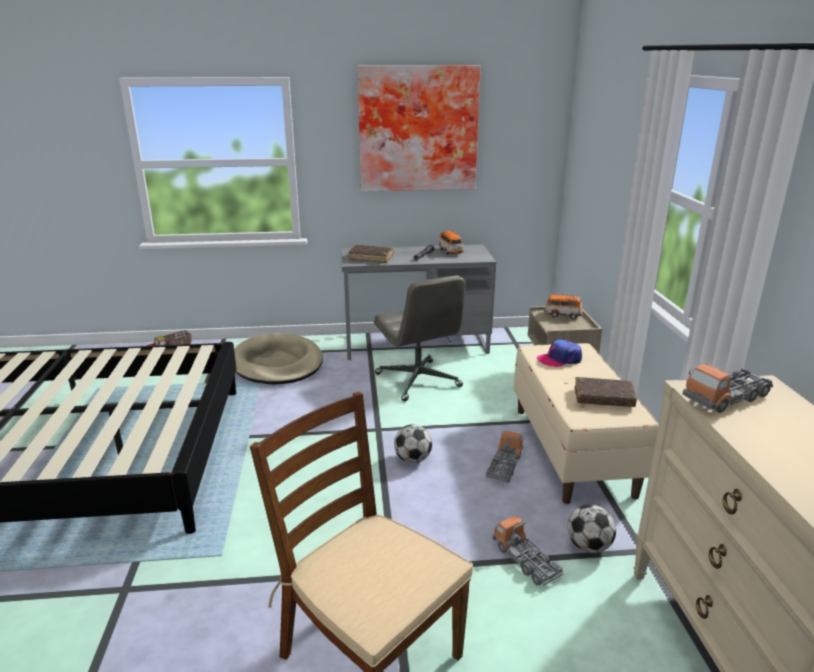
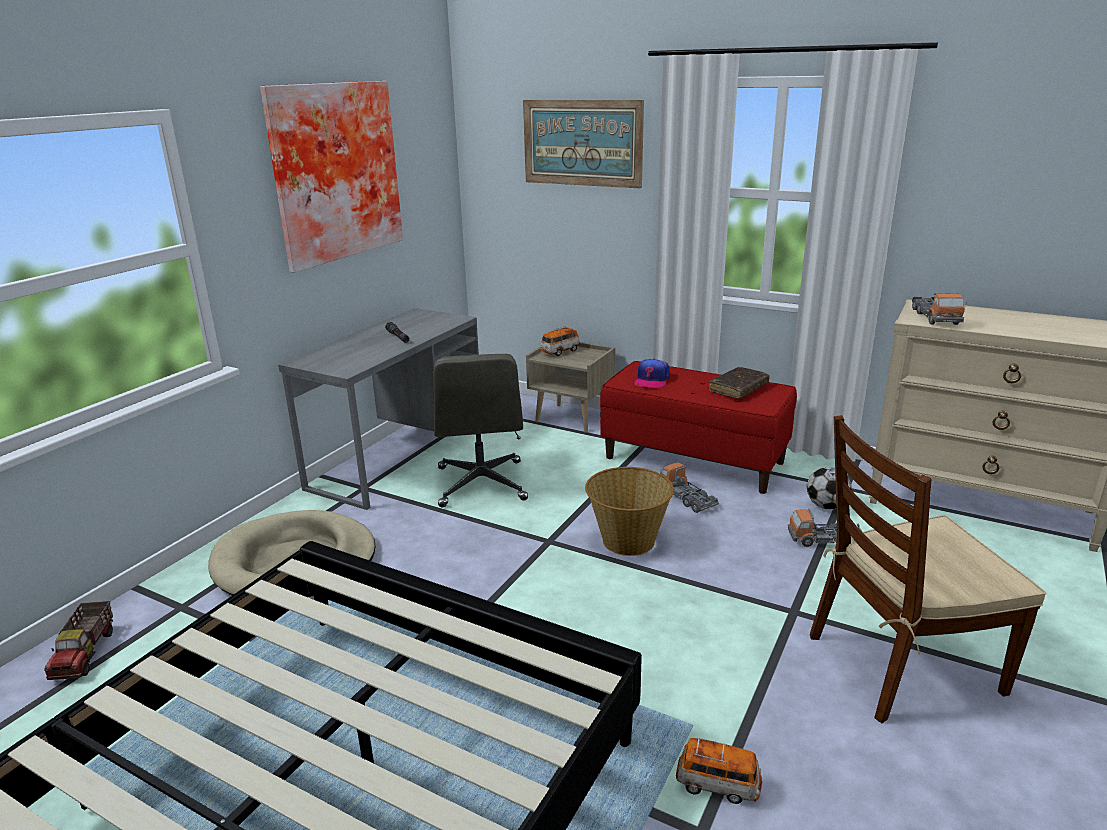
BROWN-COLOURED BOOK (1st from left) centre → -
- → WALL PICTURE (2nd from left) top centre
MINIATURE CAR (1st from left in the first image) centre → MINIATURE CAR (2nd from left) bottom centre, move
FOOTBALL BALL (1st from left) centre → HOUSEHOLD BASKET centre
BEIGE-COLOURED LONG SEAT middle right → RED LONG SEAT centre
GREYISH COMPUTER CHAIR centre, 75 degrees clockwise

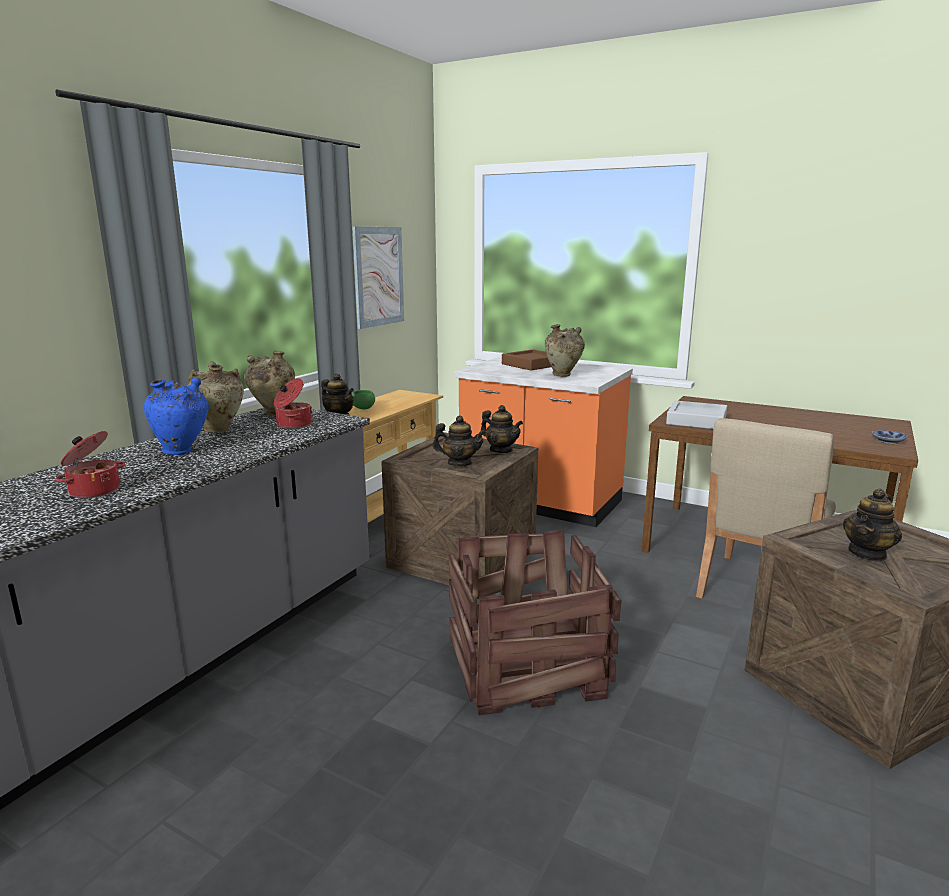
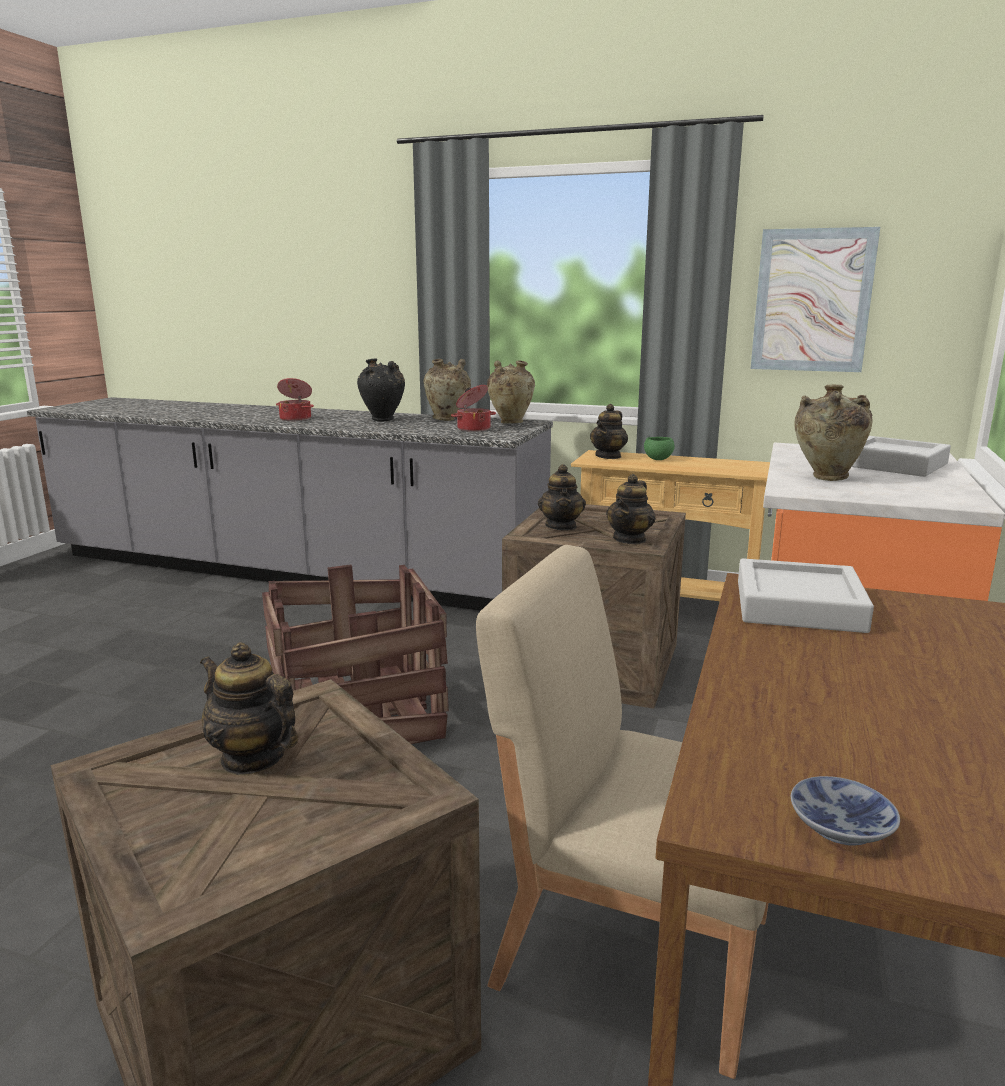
BLUE-COLOURED DECORATIVE VASE middle left → BLACKISH DECORATIVE VASE centre
BROWN-COLOURED SERVING TRAY centre → GREYISH SERVING TRAY (2nd from left) middle right

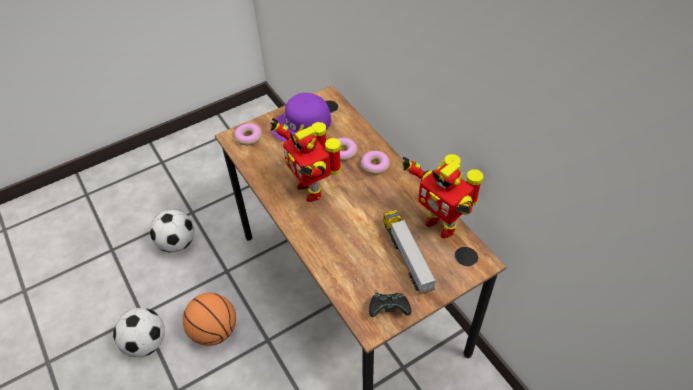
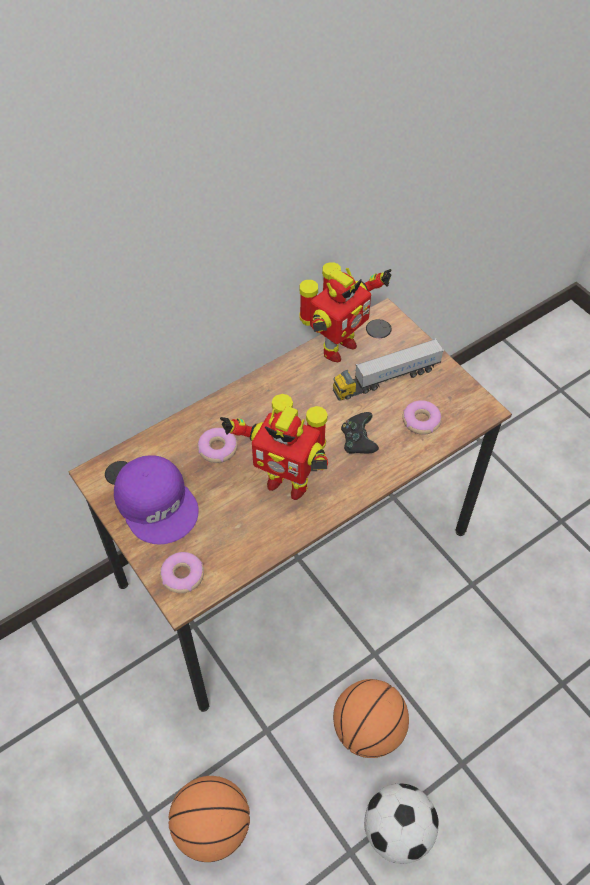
RING DOUGHNUT (3rd from left) centre → RING DOUGHNUT (3rd from left) middle right, move
BLACKISH GAMEPAD bottom centre → BLACKISH GAMEPAD centre, move
FOOTBALL BALL (2nd from left) middle left → BALL FOR BASKETBALL (1st from left) bottom centre
TOY ROBOT (1st from left) centre, 60 degrees clockwise

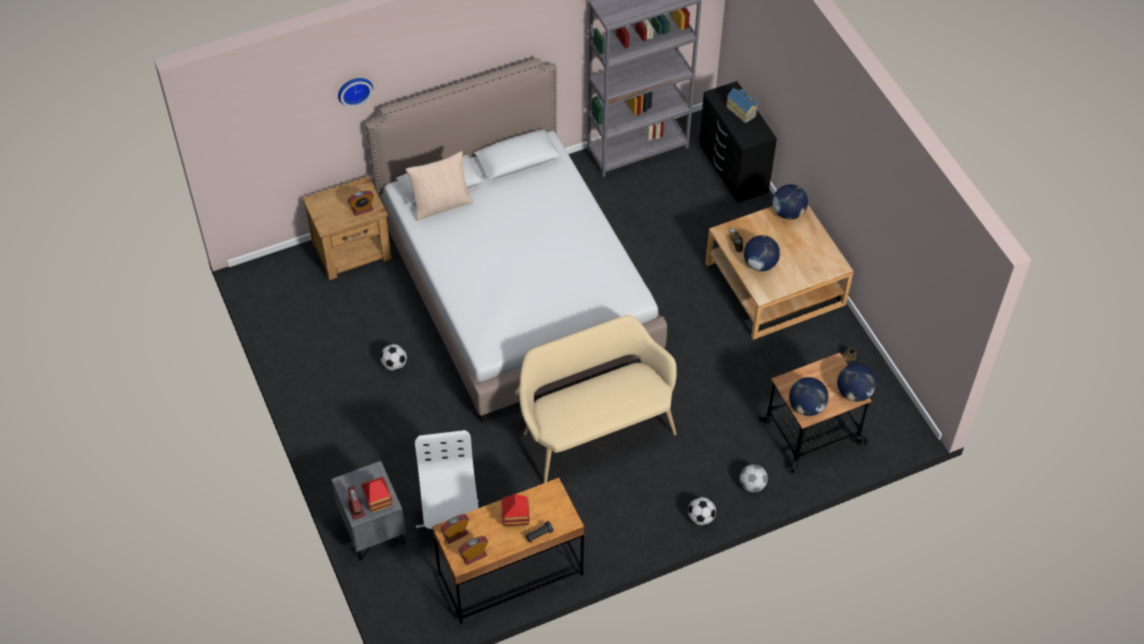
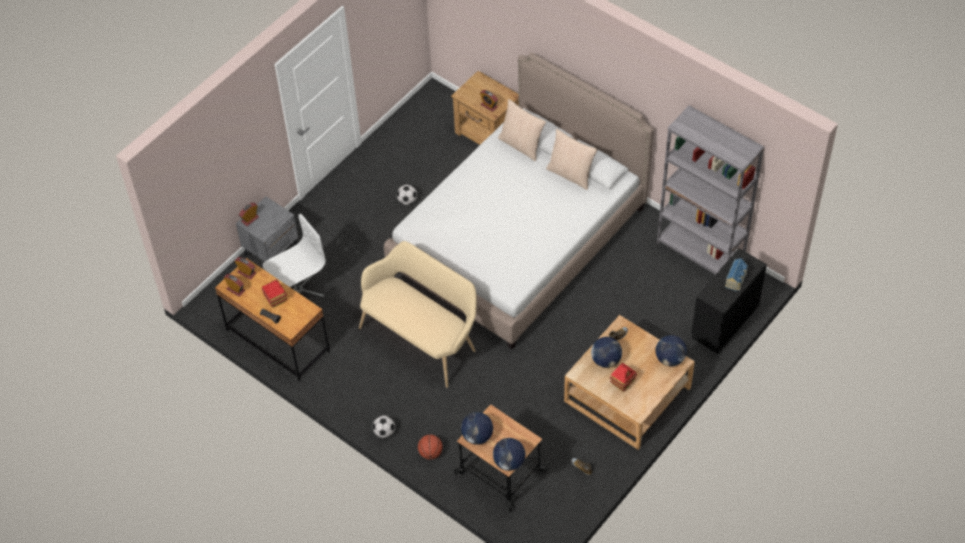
WALL CLOCK top left → -
- → BEIGE-COLOURED THROW PILLOW (2nd from left) top centre
MINIATURE HOUSE (1st from left in the first image) bottom left → MINIATURE HOUSE (2nd from left) bottom centre, move
FOOTBALL BALL (3rd from left) bottom centre → BALL FOR BASKETBALL bottom centre

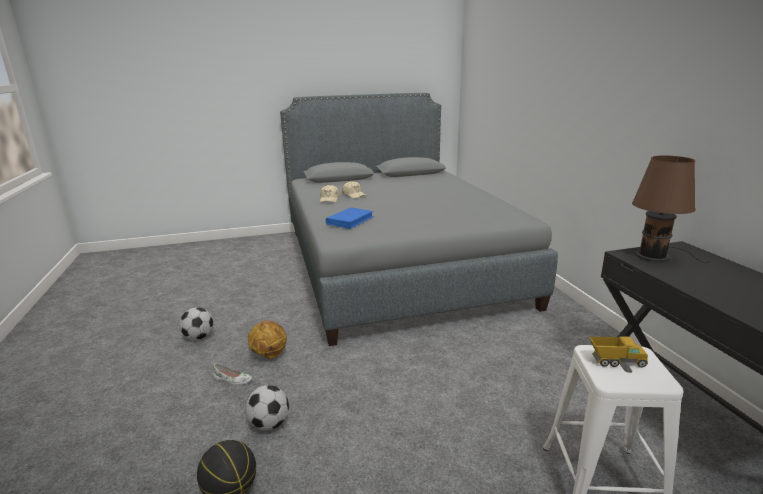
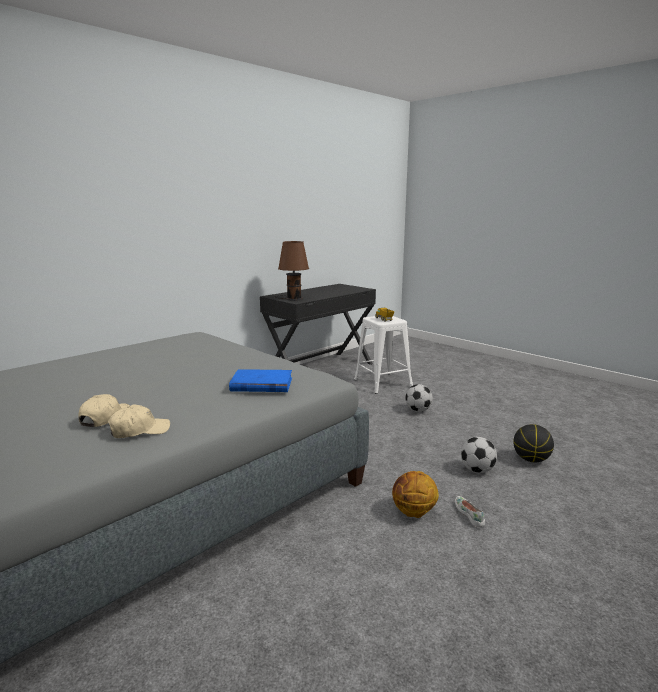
FOOTBALL BALL (1st from left) middle left → FOOTBALL BALL (1st from left) centre, move

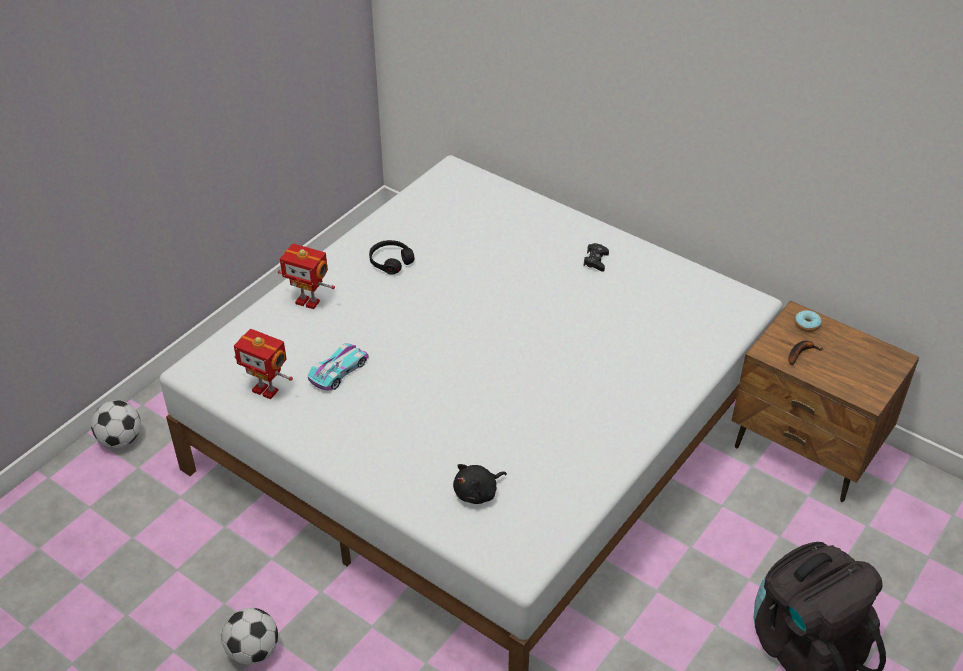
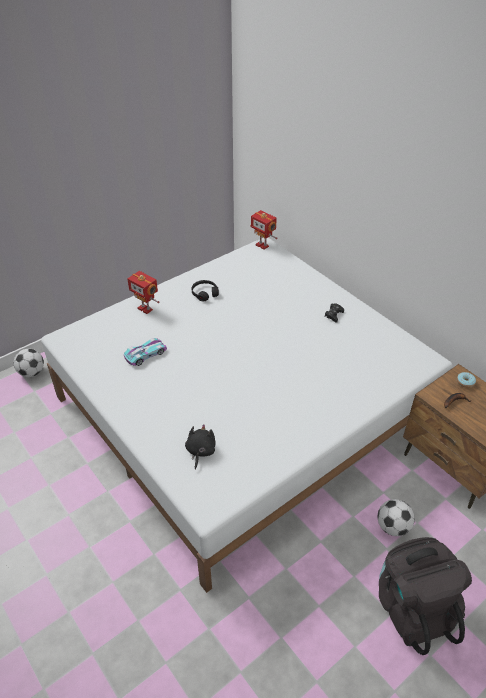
FOOTBALL BALL (2nd from left) bottom left → FOOTBALL BALL (2nd from left) bottom right, move
TOY ROBOT (1st from left in the first image) middle left → TOY ROBOT (2nd from left) top centre, move
BLACKISH CUDDLY TOY bottom centre → BLACKISH CUDDLY TOY centre, 120 degrees clockwise

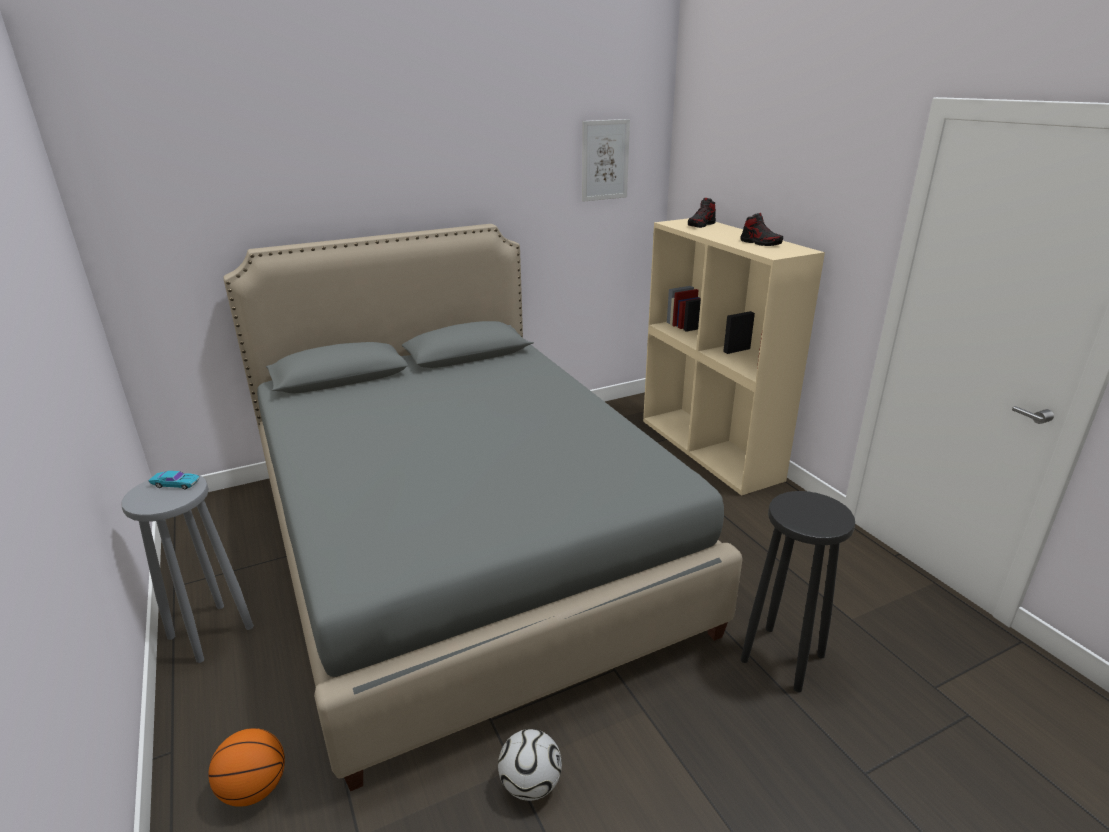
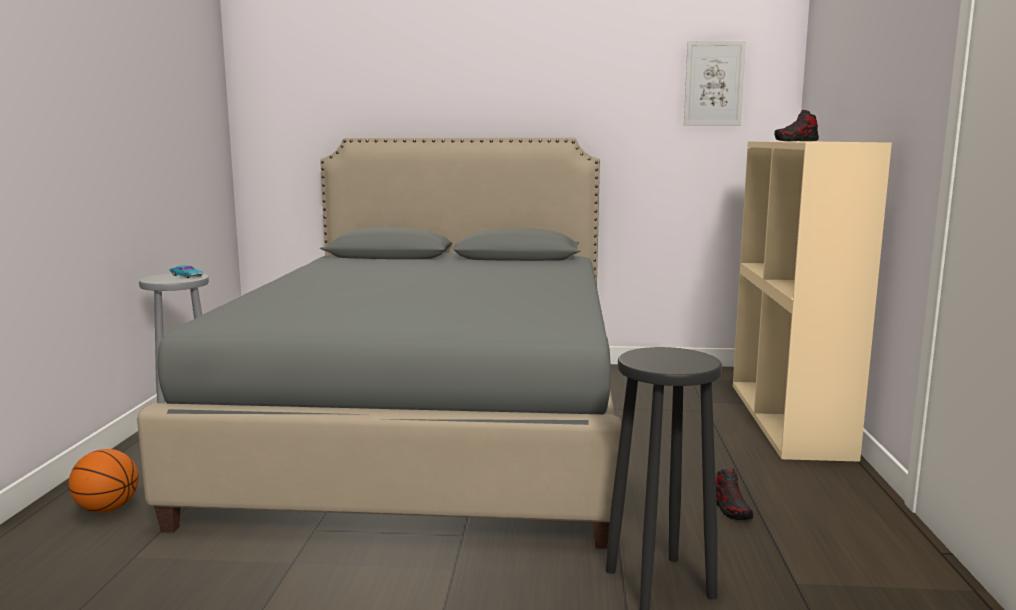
FOOTBALL BALL bottom centre → -
ITEM OF FOOTWEAR (2nd from left in the first image) top right → ITEM OF FOOTWEAR (1st from left) bottom right, move

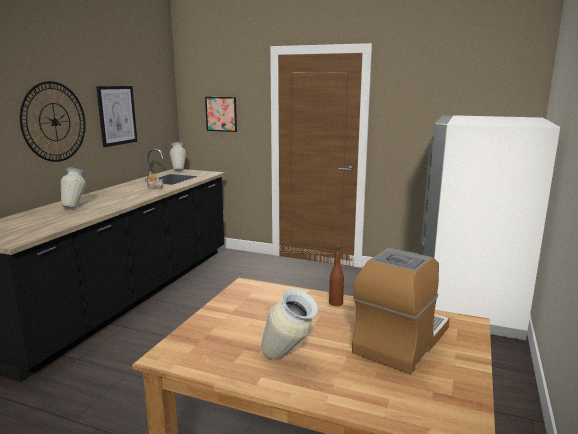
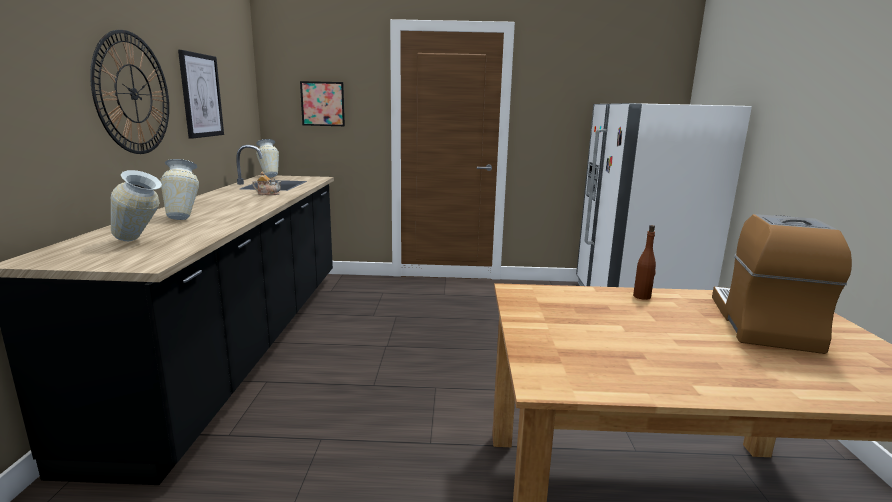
DECORATIVE VASE (3rd from left in the first image) bottom centre → DECORATIVE VASE (1st from left) middle left, move

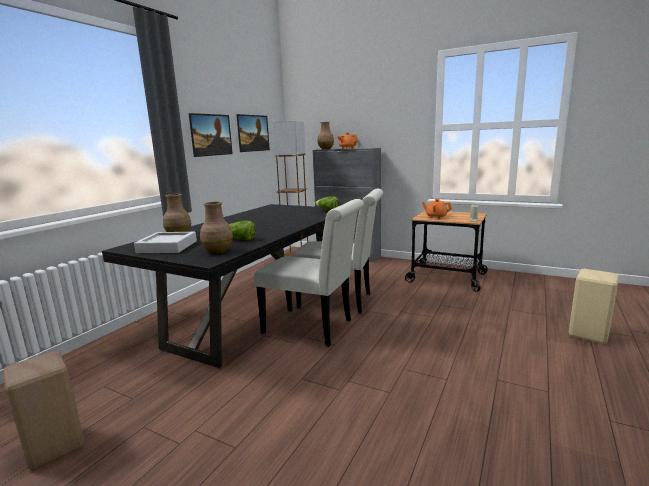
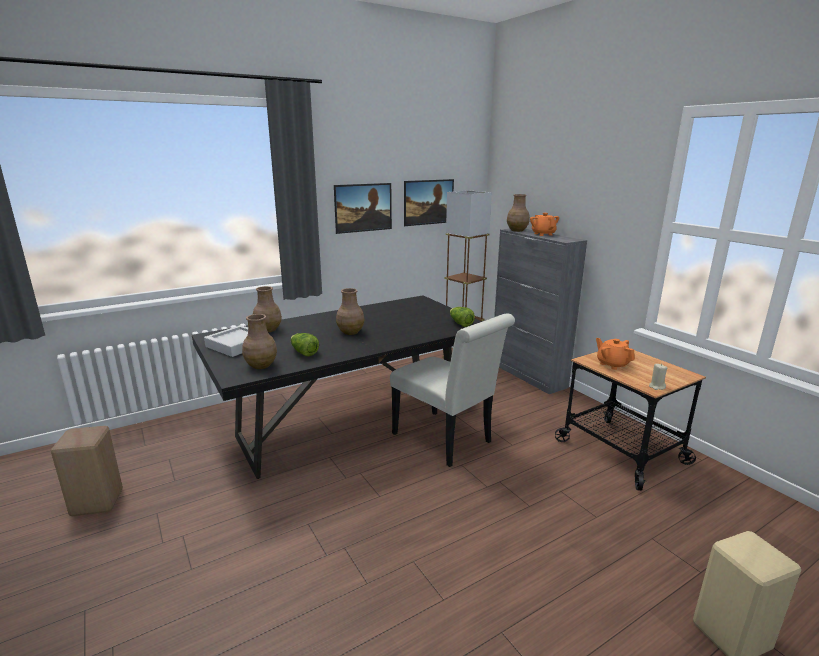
WHITE CHAIR (1st from left) centre → -
- → BROWN-COLOURED DECORATIVE VASE (3rd from left) centre

